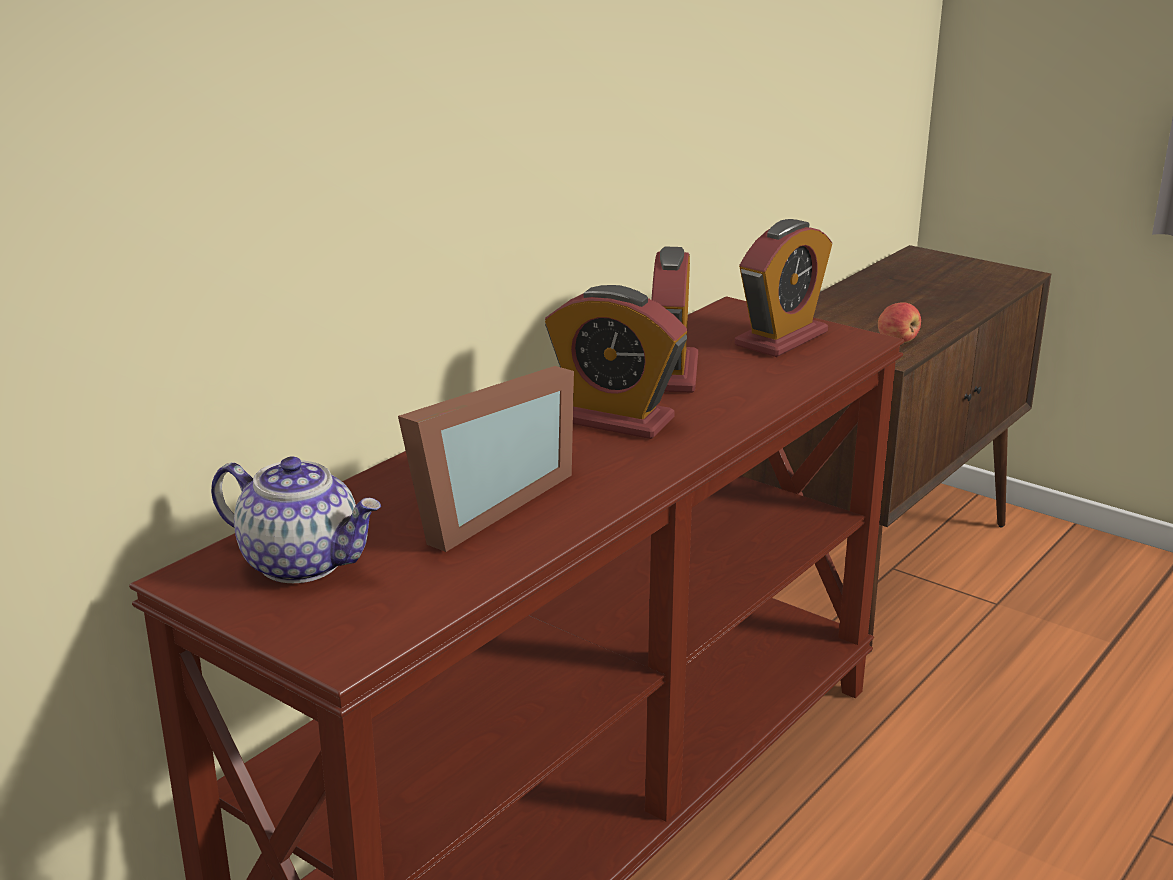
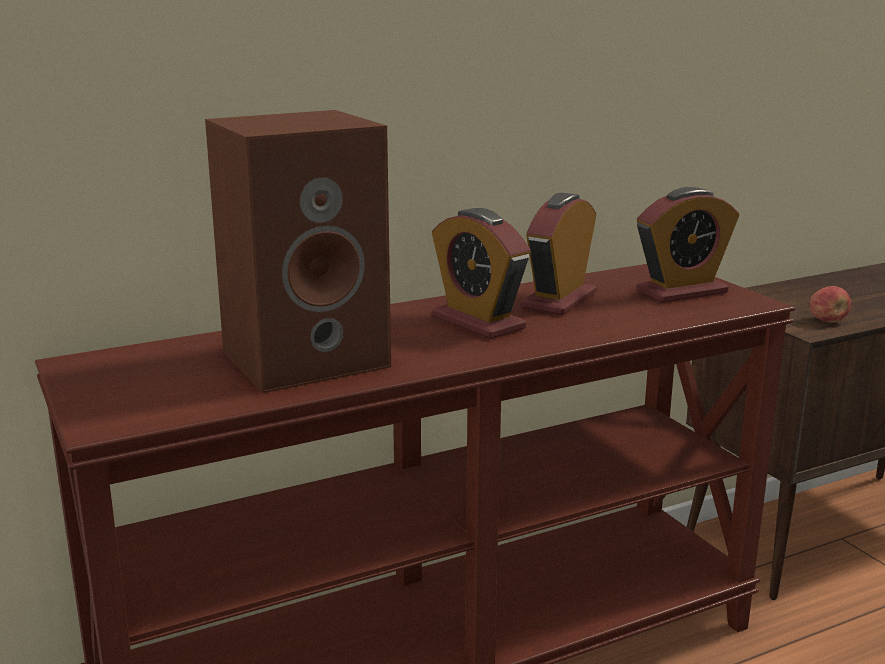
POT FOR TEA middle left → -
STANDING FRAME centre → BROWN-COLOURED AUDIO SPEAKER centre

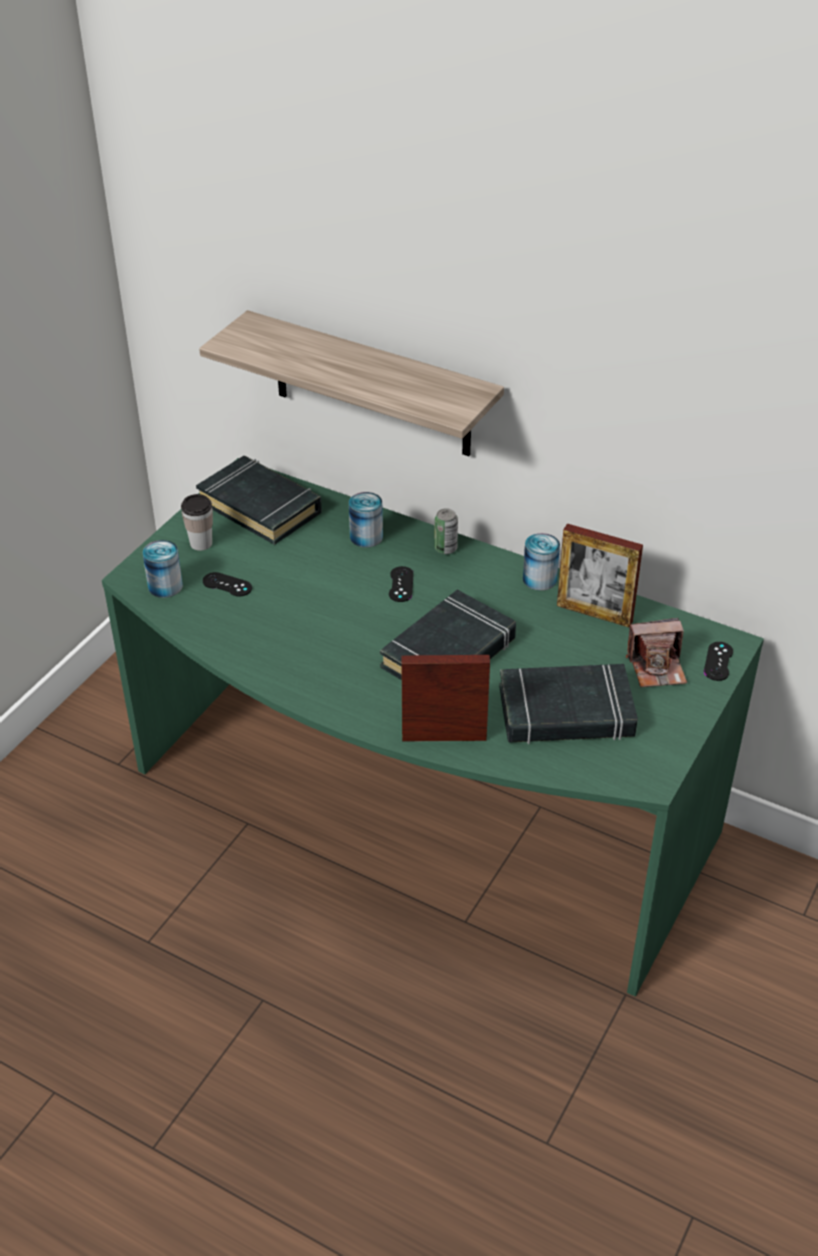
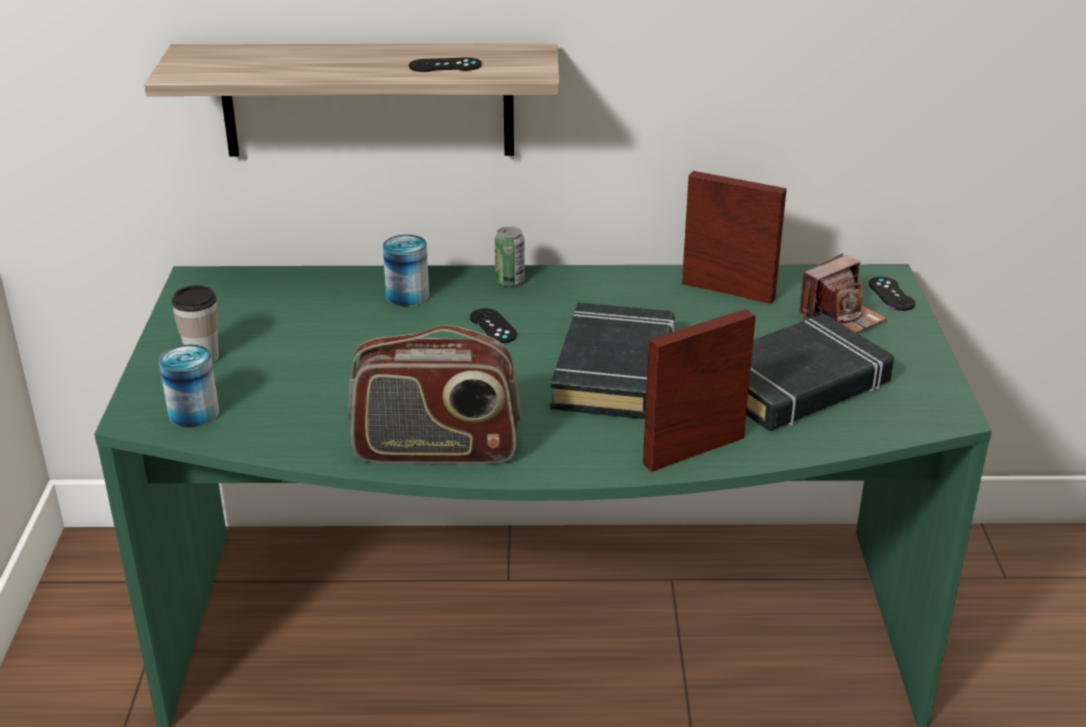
BLACKISH BOOK (1st from left) middle left → -
SEALED CAN (4th from left) centre → -
- → RADIO RECEIVER centre
BLACKISH GAMEPAD (1st from left) middle left → BLACKISH GAMEPAD (1st from left) top centre, move
STANDING FRAME (2nd from left) middle right → STANDING FRAME (2nd from left) top right, 150 degrees counterclockwise

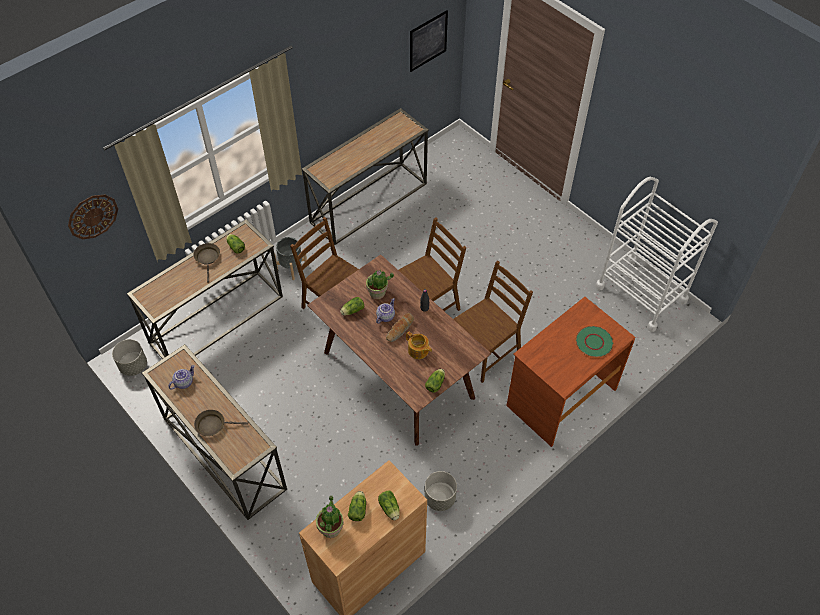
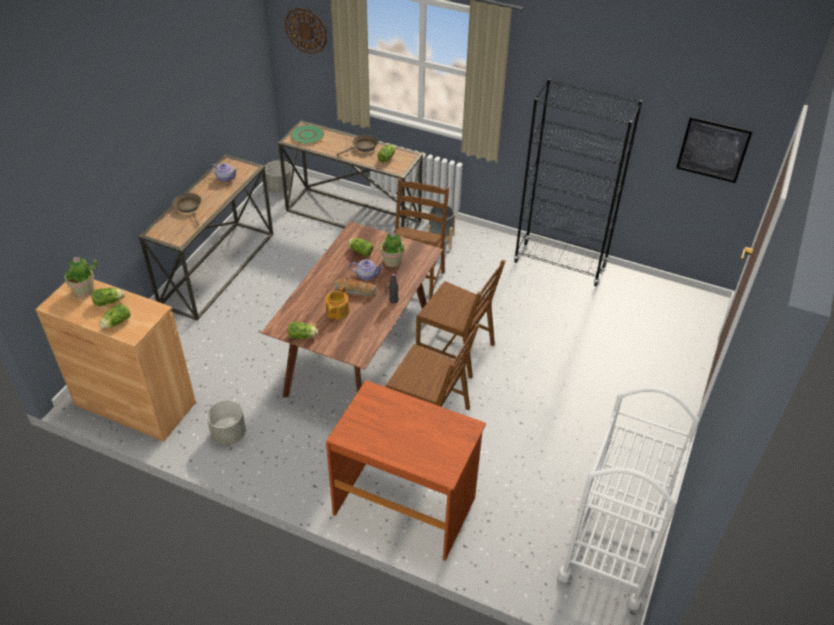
GREENISH FLAT DISH middle right → GREENISH FLAT DISH top centre, move
NARROW TABLE (3rd from left) top centre → BLACKISH SHELVING UNIT top right

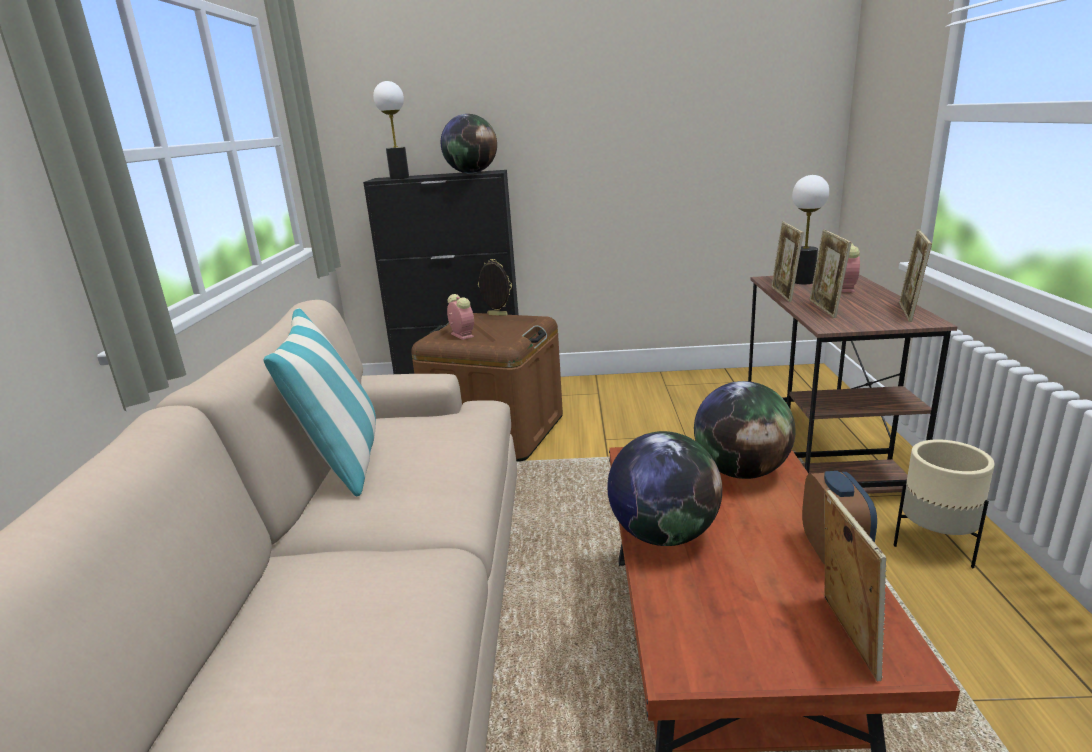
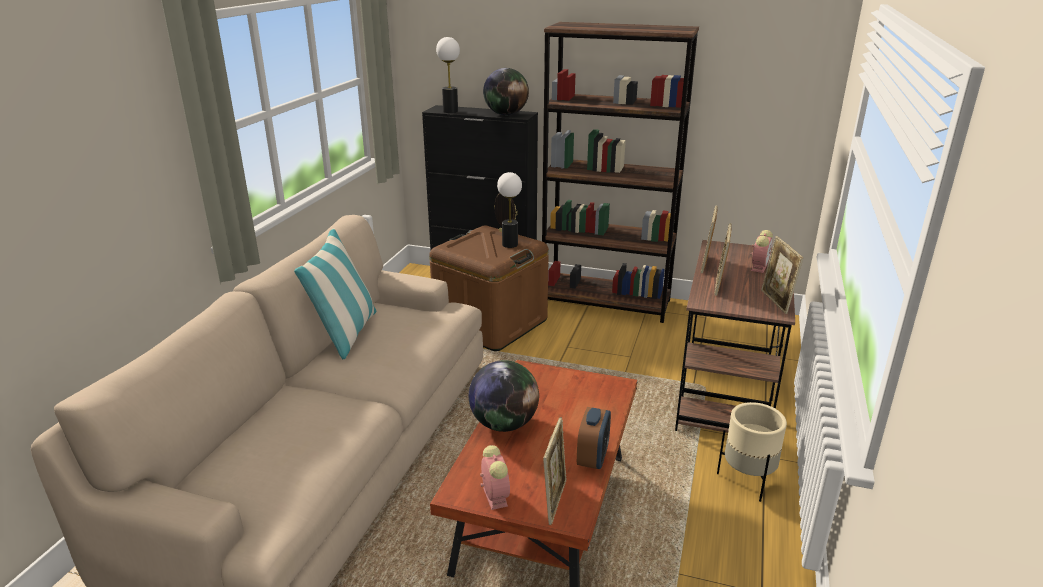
DESK GLOBE (3rd from left) middle right → -
- → BROWN-COLOURED SHELVING UNIT top centre
TABLE CLOCK (1st from left) centre → TABLE CLOCK (1st from left) bottom centre, move
LAMP FOR A TABLE (2nd from left) top right → LAMP FOR A TABLE (2nd from left) centre, move
STANDING FRAME (5th from left) middle right, 45 degrees counterclockwise

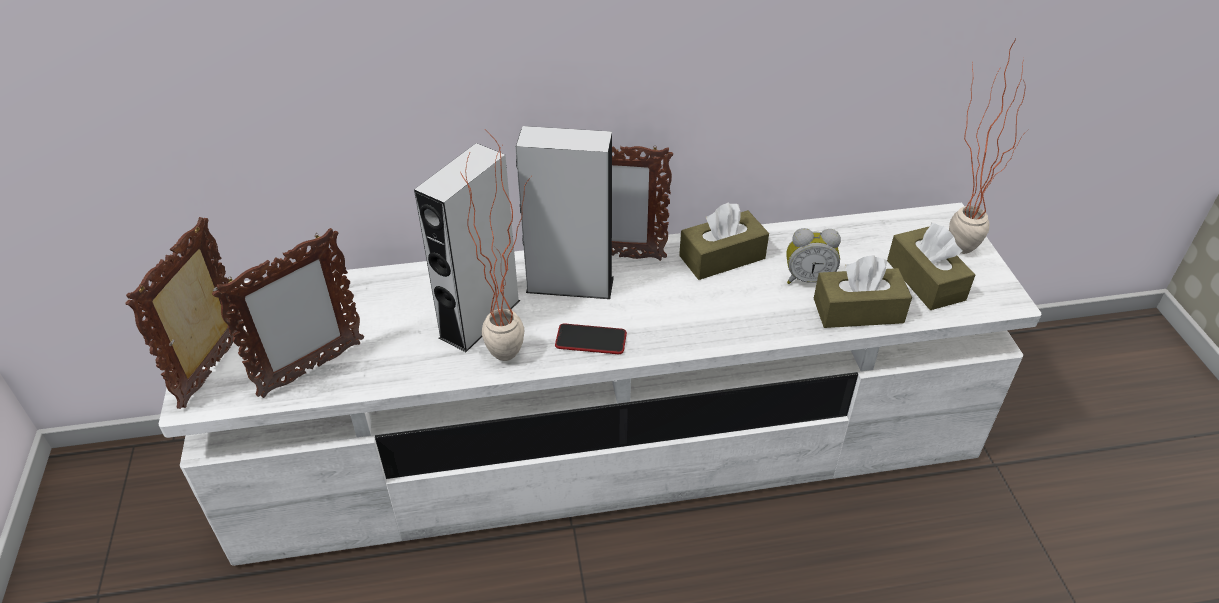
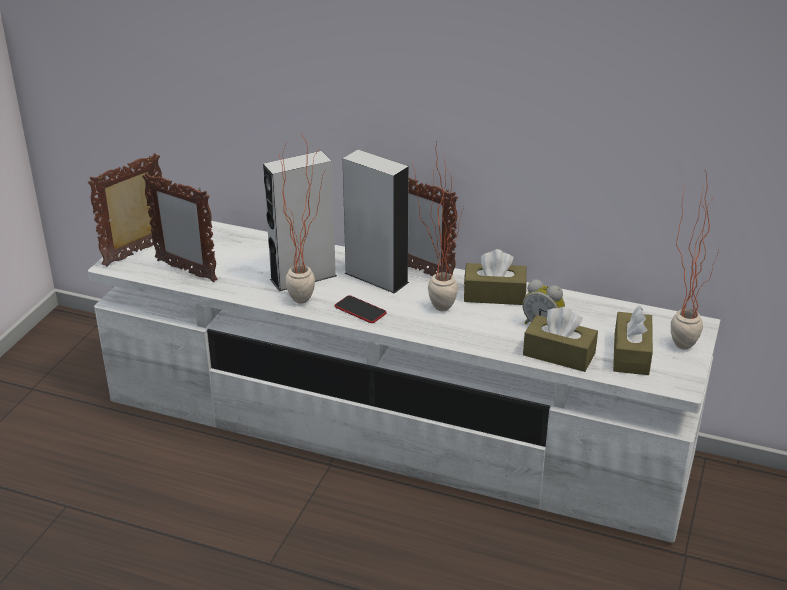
- → PLANT IN A POT (2nd from left) centre
STANDING FRAME (2nd from left) middle left, 45 degrees clockwise

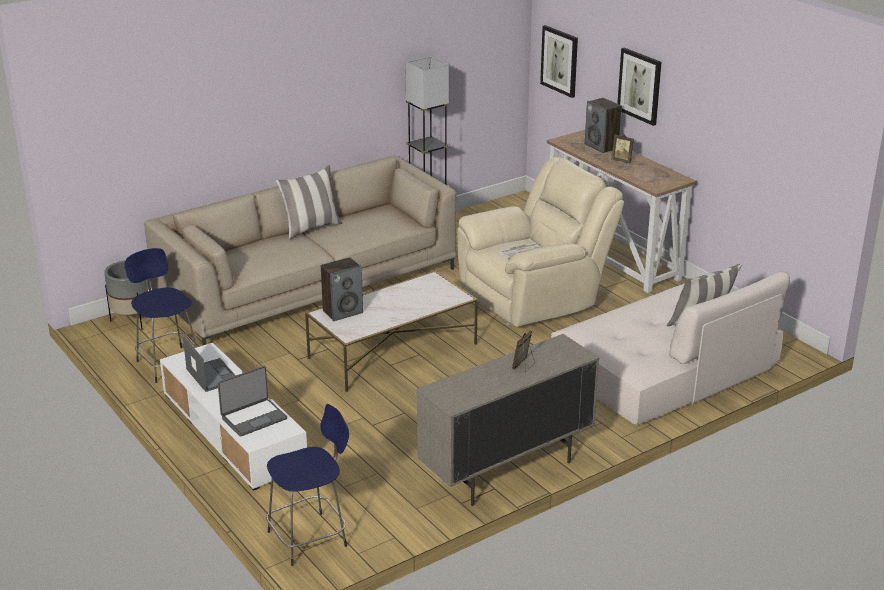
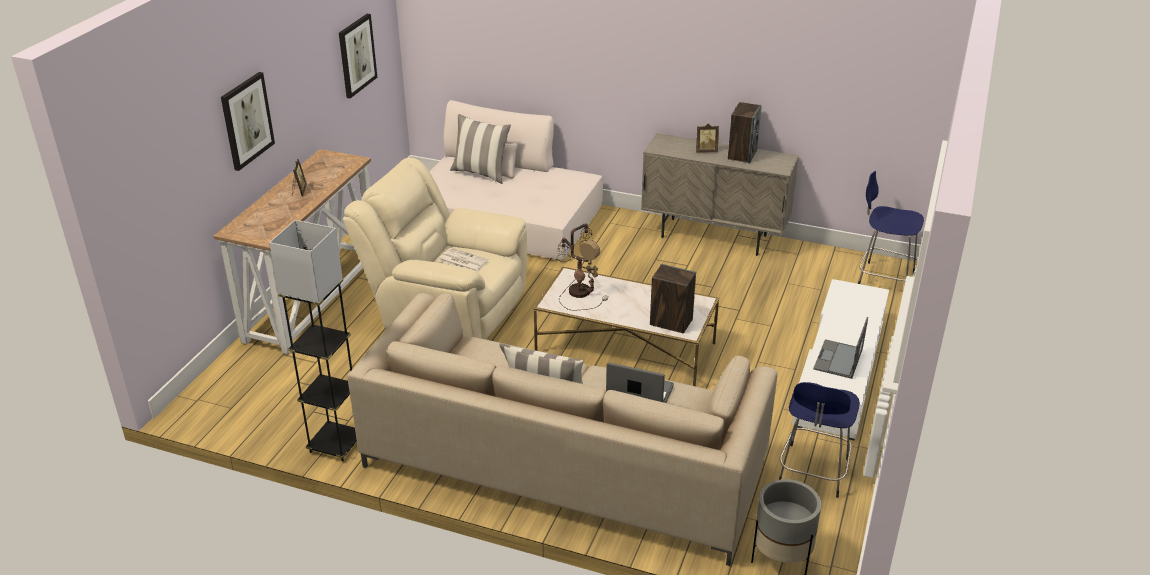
- → LAMP FOR A TABLE centre
NOTEBOOK COMPUTER (2nd from left in the first image) bottom left → NOTEBOOK COMPUTER (1st from left) centre, move
WALL PICTURE (1st from left in the first image) top centre → WALL PICTURE (2nd from left) top left, move
AUDIO SPEAKER (2nd from left) top right → AUDIO SPEAKER (2nd from left) top centre, move

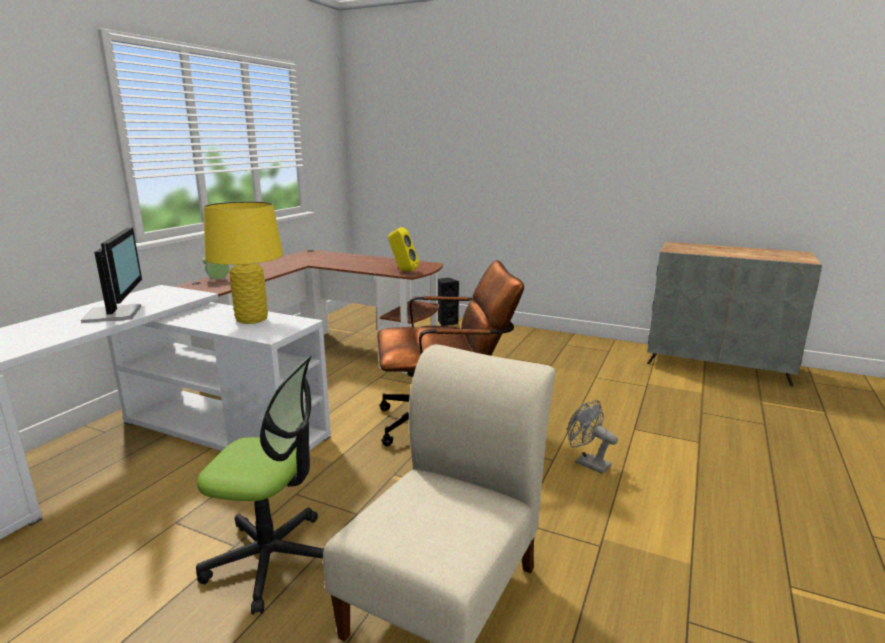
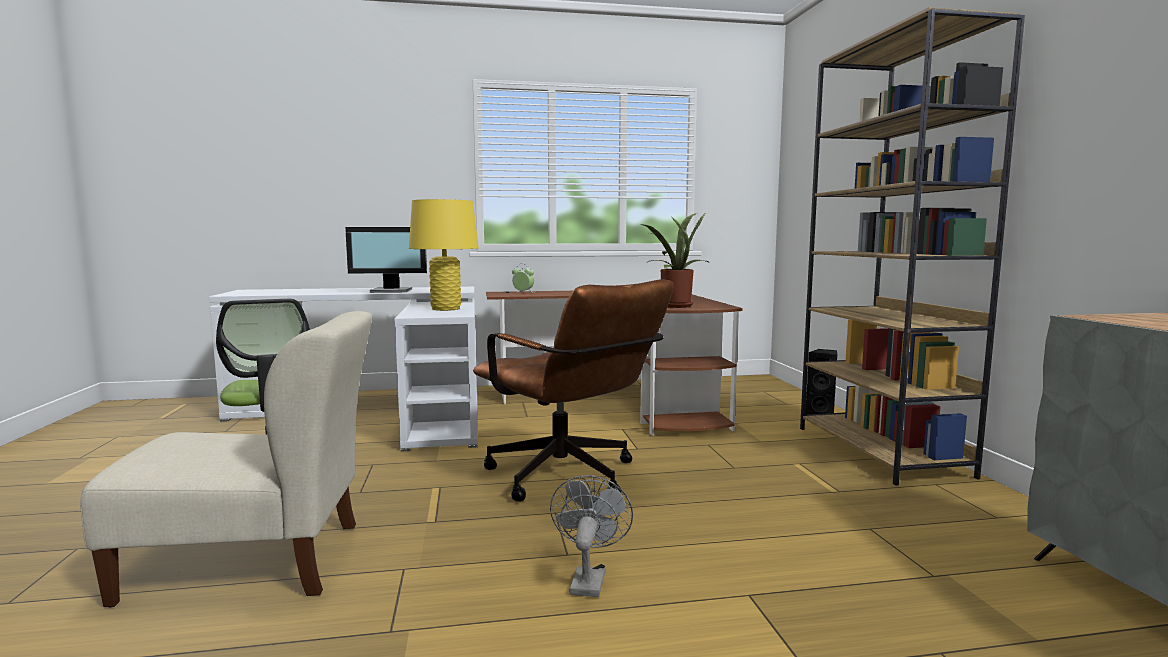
- → BROWN-COLOURED SHELVING UNIT middle right
YELLOWISH AUDIO SPEAKER centre → PLANT IN A POT centre
MONITOR middle left, 45 degrees clockwise

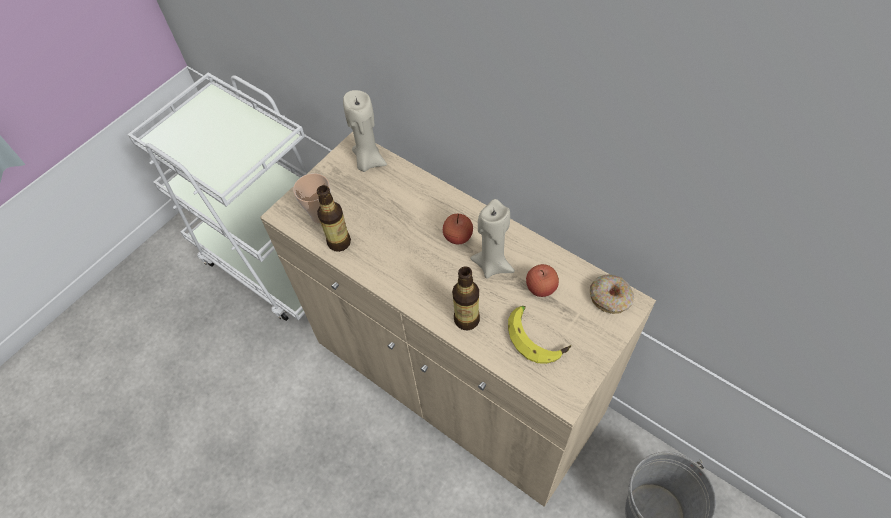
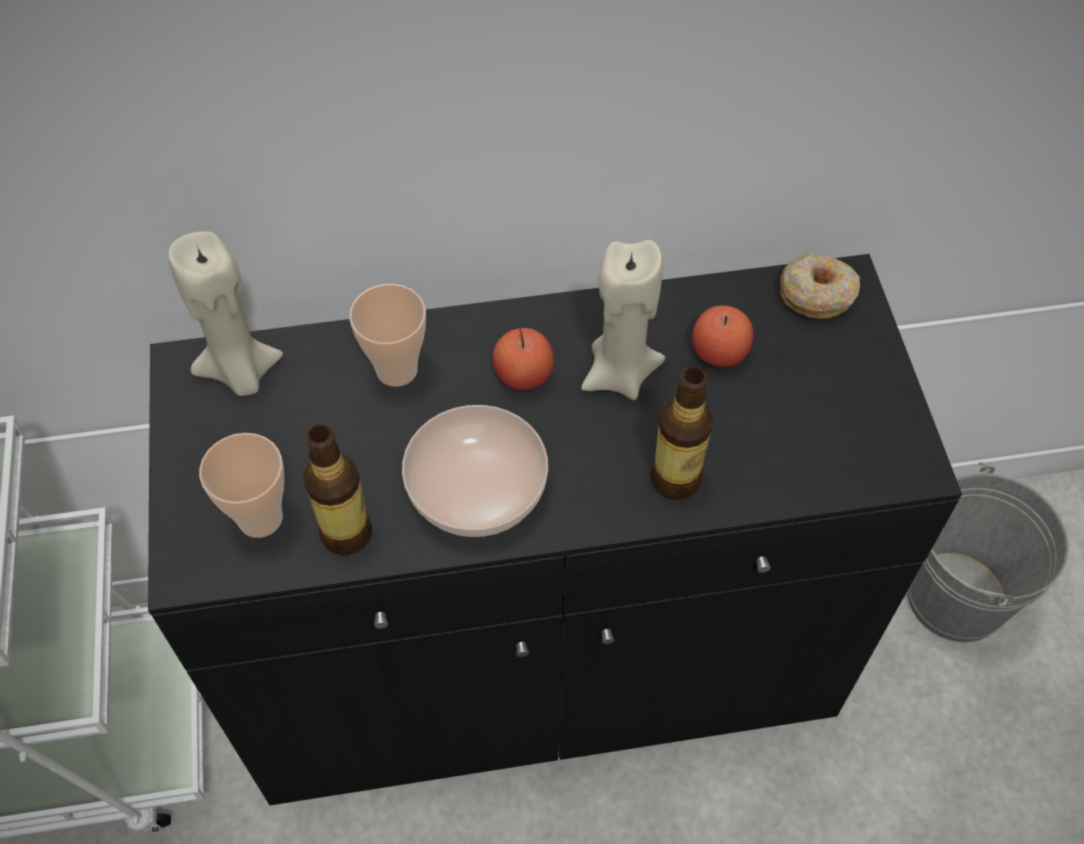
WHOLE BANANA centre → -
- → SMALL CUP (2nd from left) centre
- → SERVING BOWL centre
BEIGE-COLOURED CUPBOARD centre → BLACKISH CUPBOARD centre

